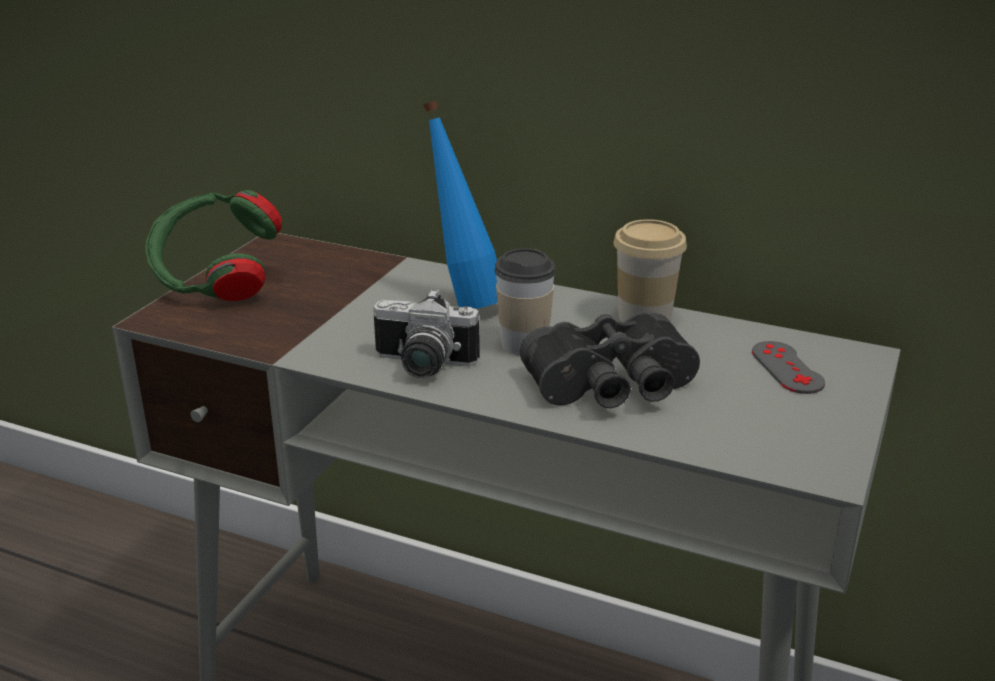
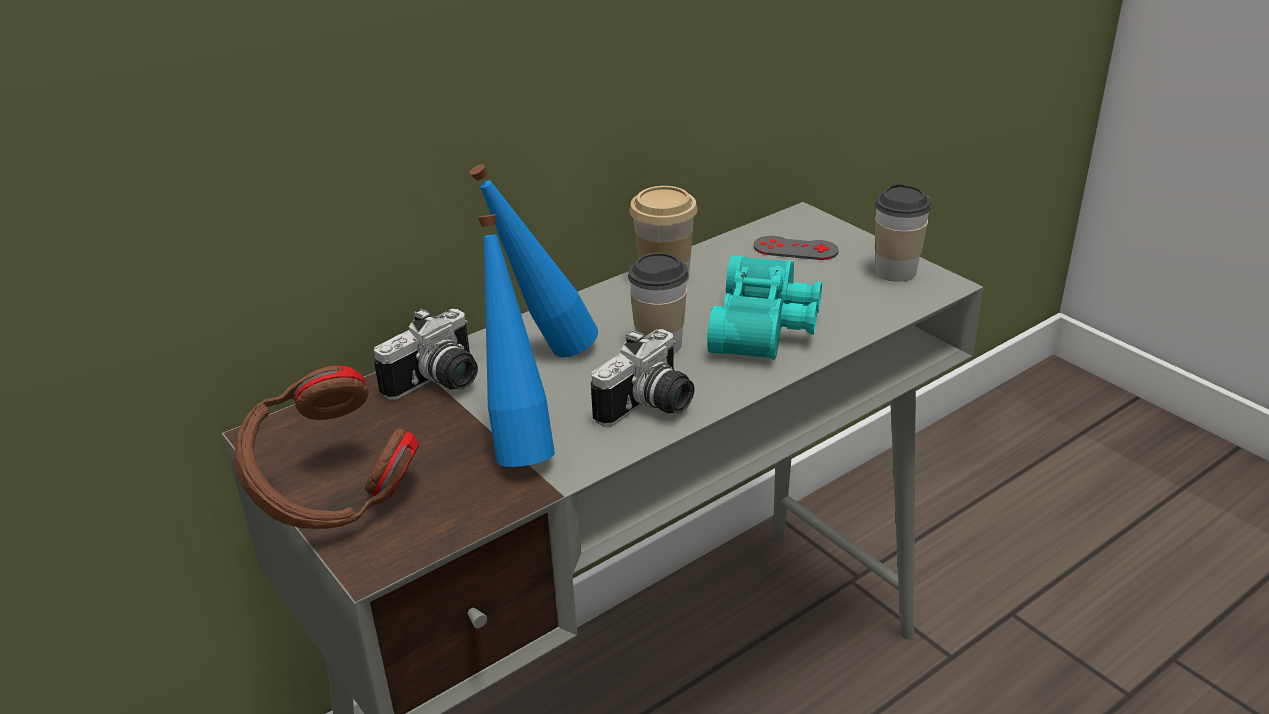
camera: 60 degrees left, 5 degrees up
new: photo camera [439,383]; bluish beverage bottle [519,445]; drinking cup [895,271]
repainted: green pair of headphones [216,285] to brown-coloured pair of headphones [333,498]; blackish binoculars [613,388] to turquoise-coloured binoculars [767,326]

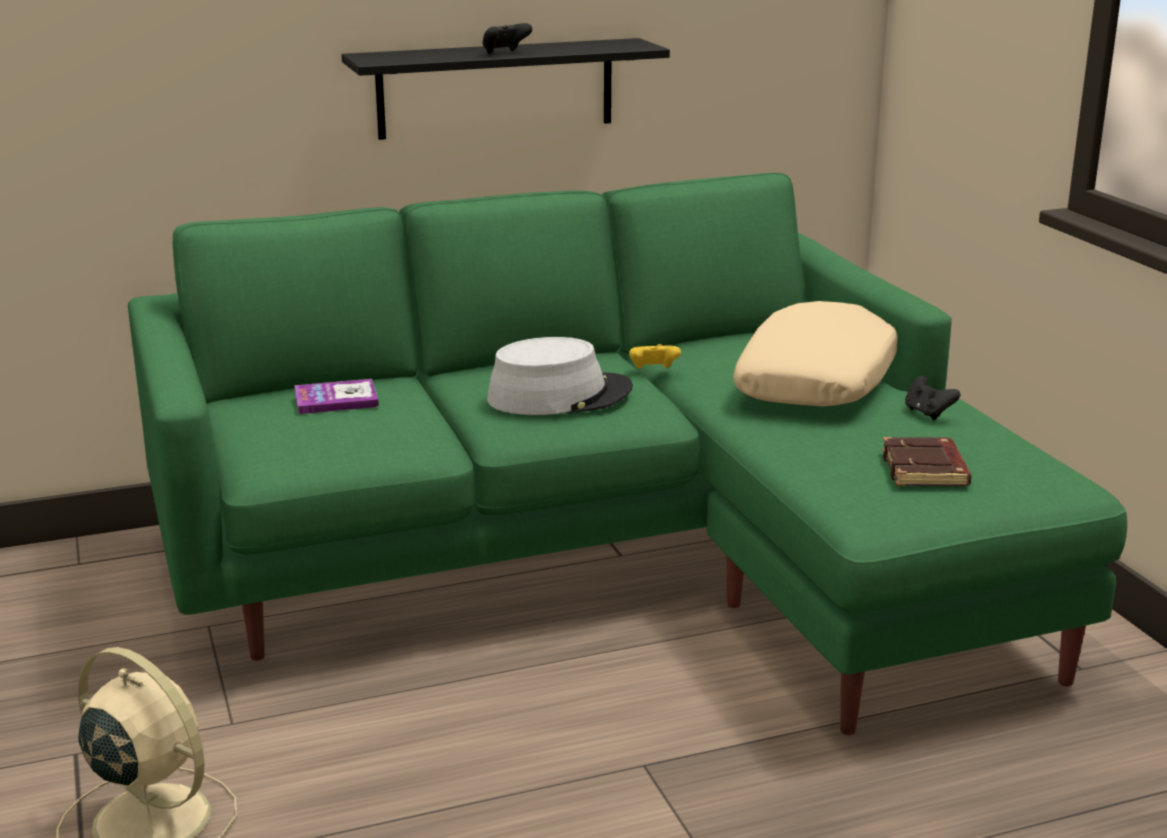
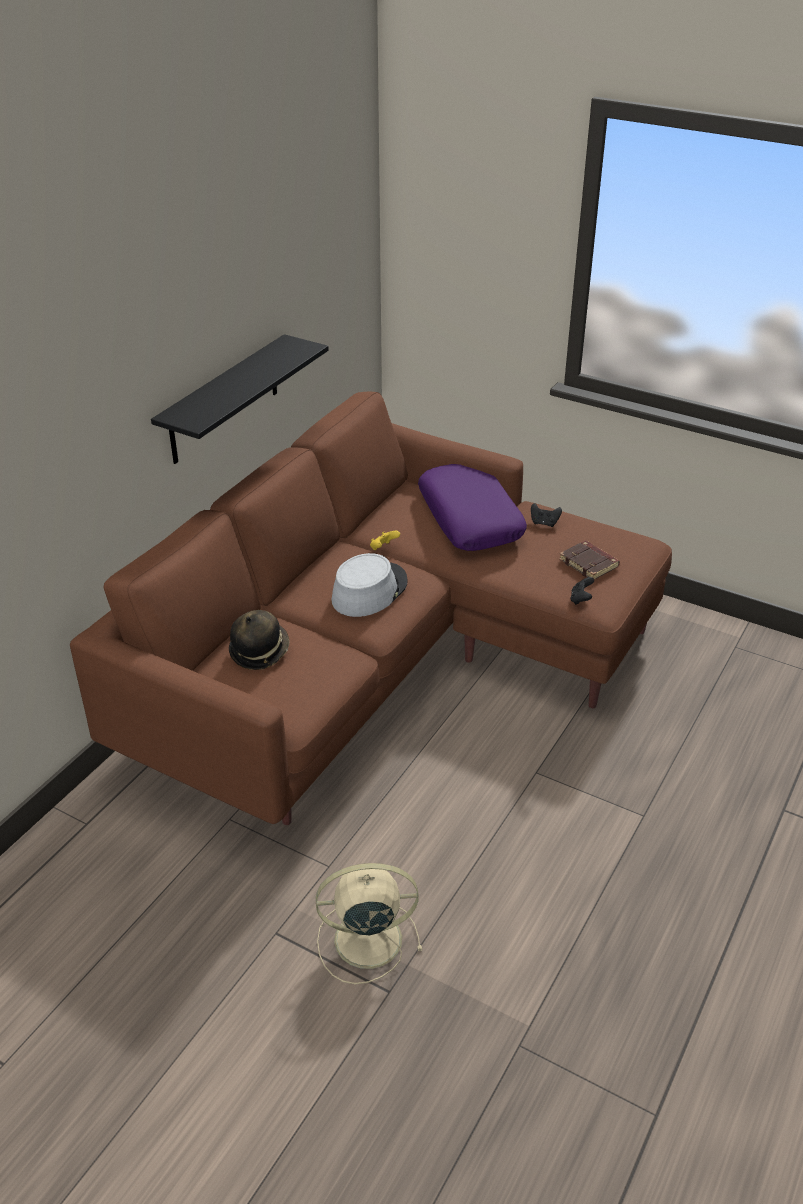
camera: 40 degrees left, 15 degrees up
shifted: blackish game controller [504,53] to [581,599]
swapped: volume [336,399] to wearable hat [259,651]
repainted: green settee [609,564] to brown-coloured settee [381,665]; beige-coloured cushion [822,378] to purple cushion [471,518]

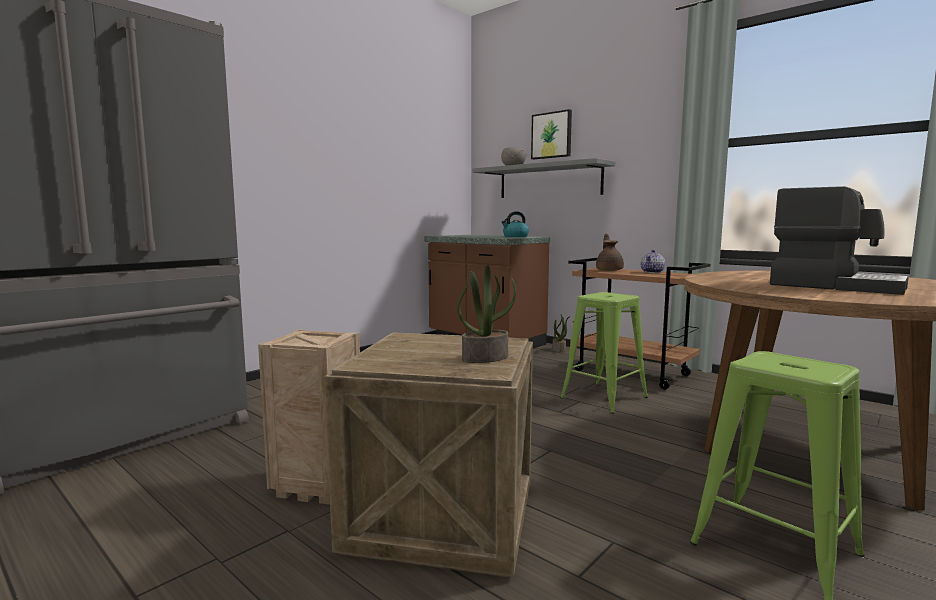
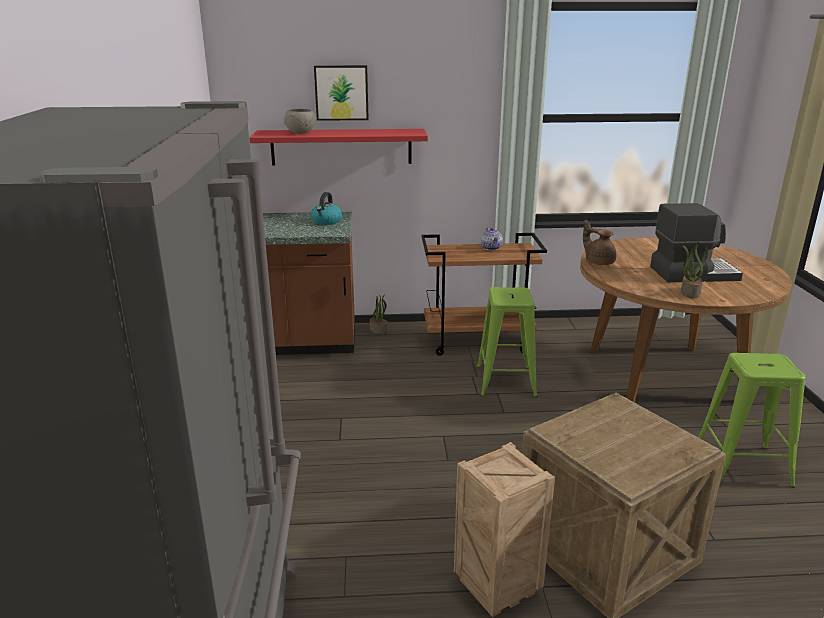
camera: 45 degrees left, 15 degrees up
shifted: plant in a pot [485,357] to [689,292]; brown-coloured tea pot [609,270] to [598,262]
repainted: greyish wall shelf [549,181] to red-coloured wall shelf [341,147]

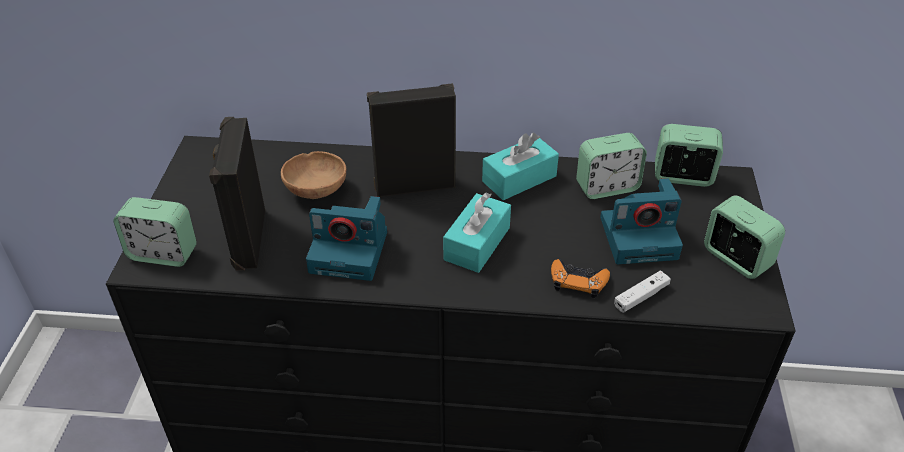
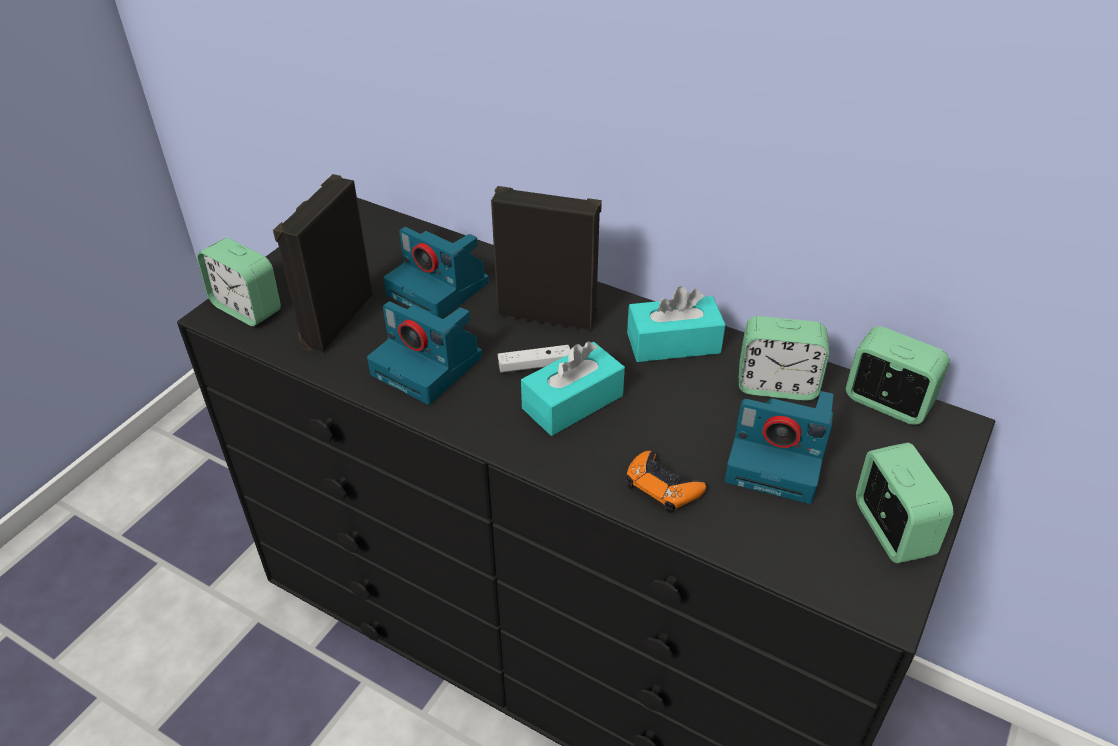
camera: 25 degrees right, 0 degrees up
shifted: whitish game controller [641,296] to [535,365]
swapped: brown-coloured bowl [317,190] to photo camera [440,289]

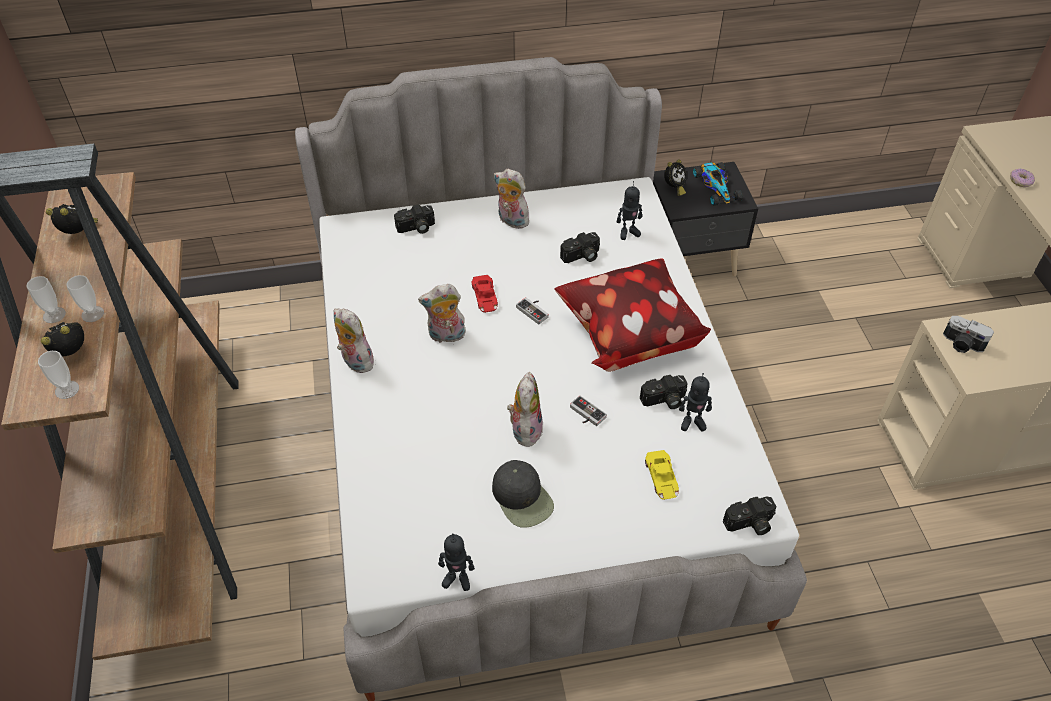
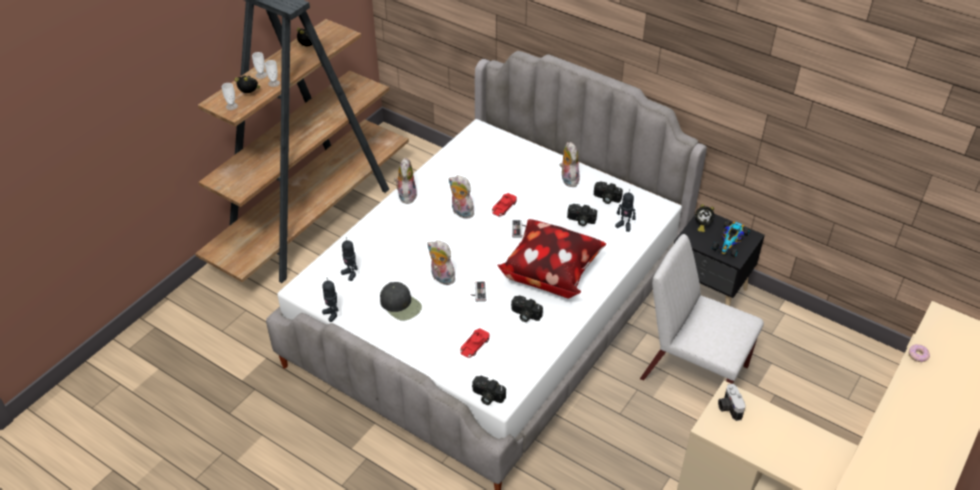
camera: 45 degrees right, 5 degrees down
new: whitish upright chair [692,372]
shifted: photo camera [416,228] to [606,198]; model robot [692,422] to [350,274]
repainted: yellowish toy car [661,478] to red-coloured toy car [474,346]
rotated: blackish peaked cap [522,498] = [401,305] 60 degrees counterclockwise; plush toy [525,429] = [441,278] 105 degrees counterclockwise

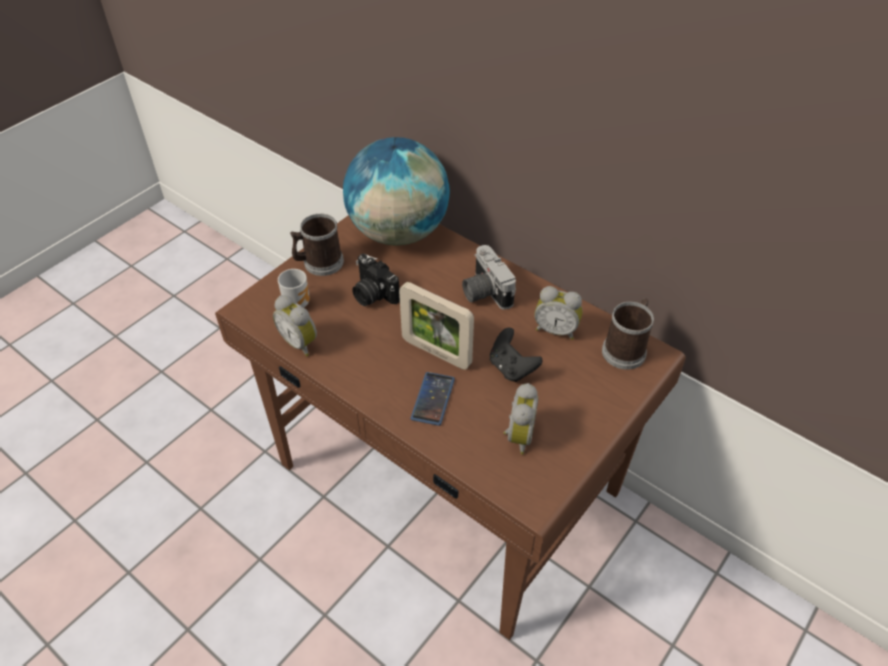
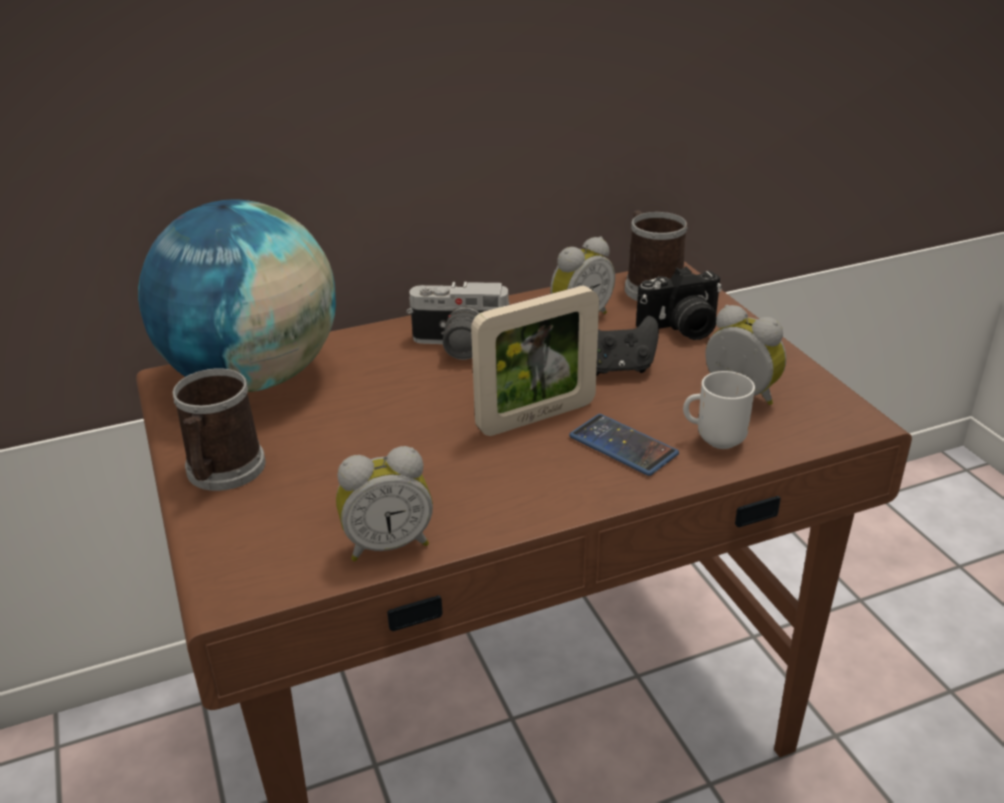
camera: 60 degrees left, 15 degrees down
shifted: tea mug [298,303] to [717,439]; photo camera [372,294] to [682,328]

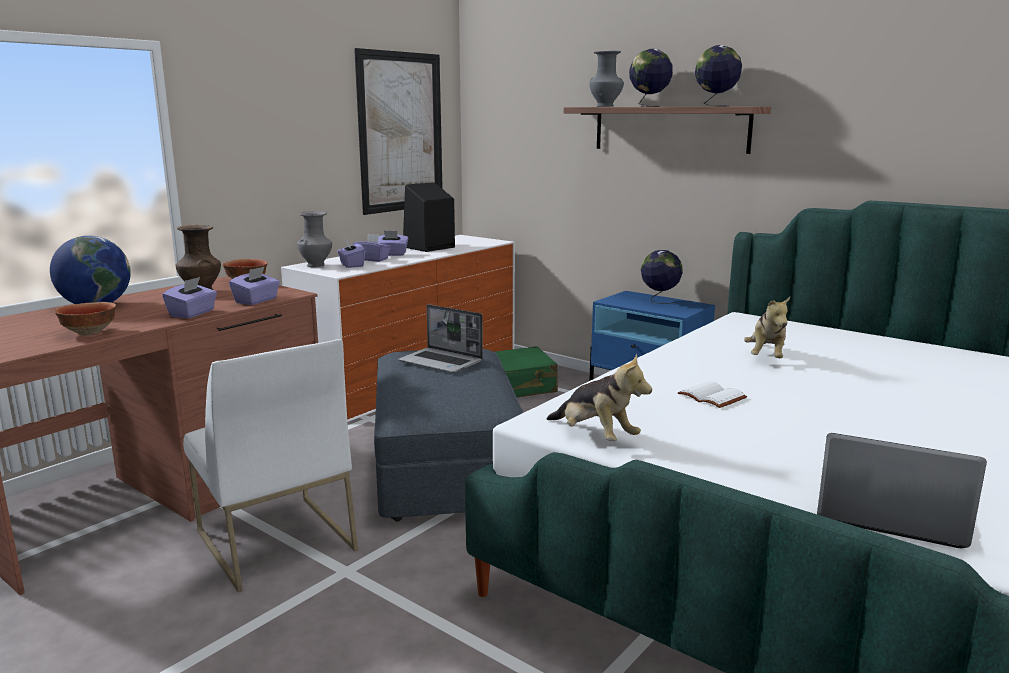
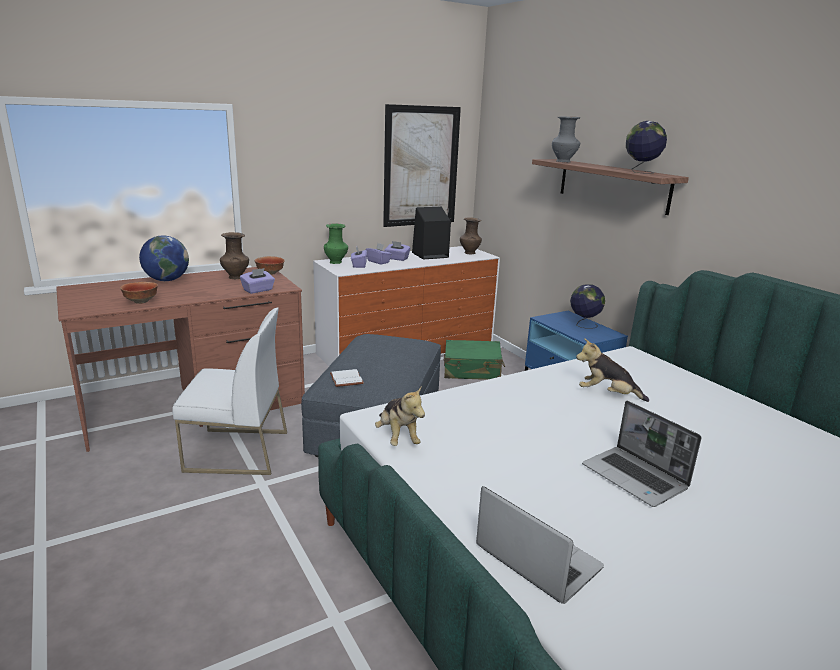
camera: 20 degrees right, 5 degrees up
gone: purple tissue holder [192,313]; desk globe [649,106]
new: brown-coloured vase [469,253]
shifted: portable computer [442,362] to [635,477]; whitish volume [710,397] to [345,379]
repainted: greyish vase [316,265] to green vase [336,262]
rotated: whitish upright chair [274,540] = [236,451] 75 degrees counterclockwise; plush toy [766,357] = [607,395] 75 degrees clockwise

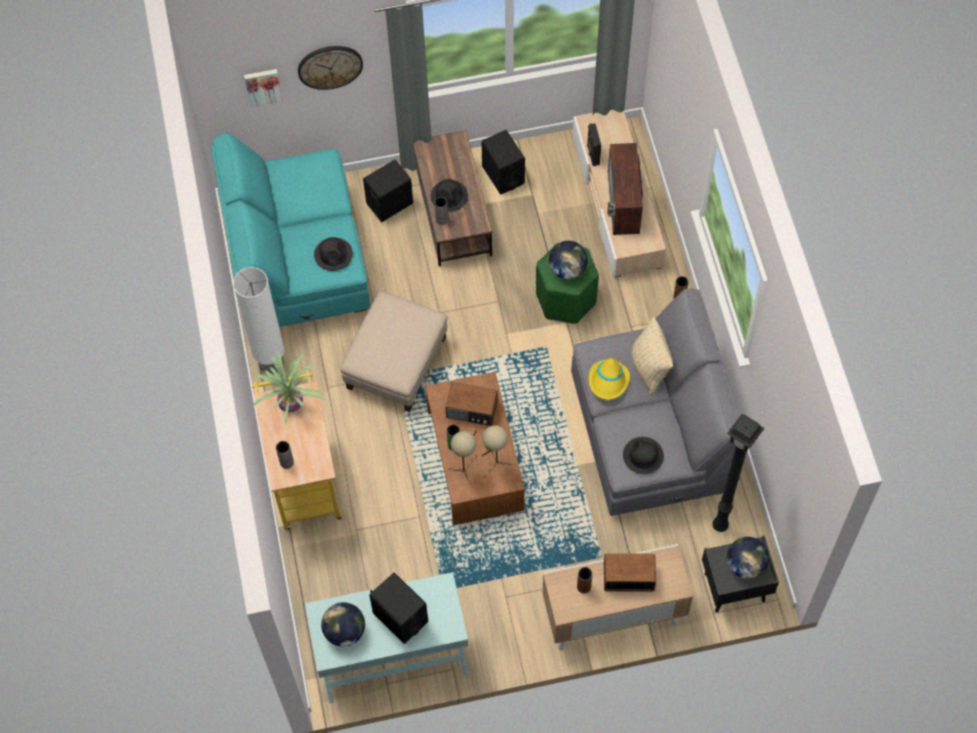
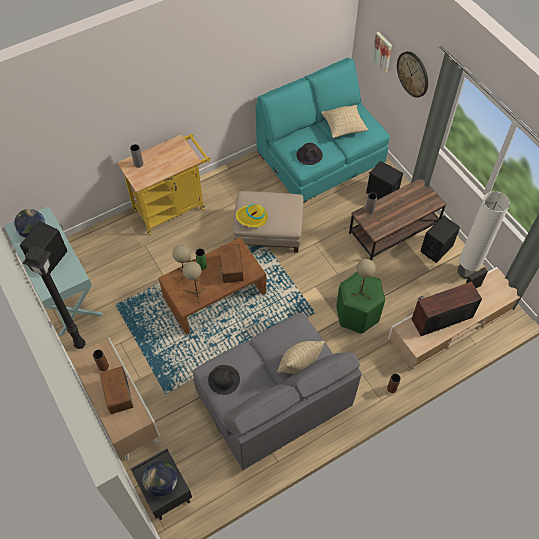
camera: 70 degrees right, 5 degrees down
gone: plant in a pot [292,403]; blackish wearable hat [449,196]
new: beige-coloured cushion [343,128]
shifted: whitish floor lamp [271,362] to [466,271]; yellowish wearable hat [608,381] to [252,217]; blackish floor lamp [720,527] to [79,345]
swapped: desk globe [567,269] to beige-coloured tabletop lamp [361,291]

